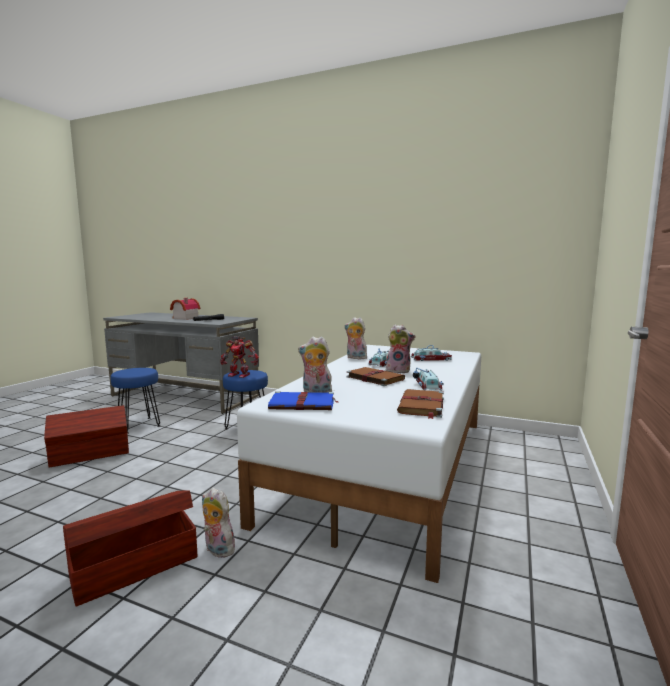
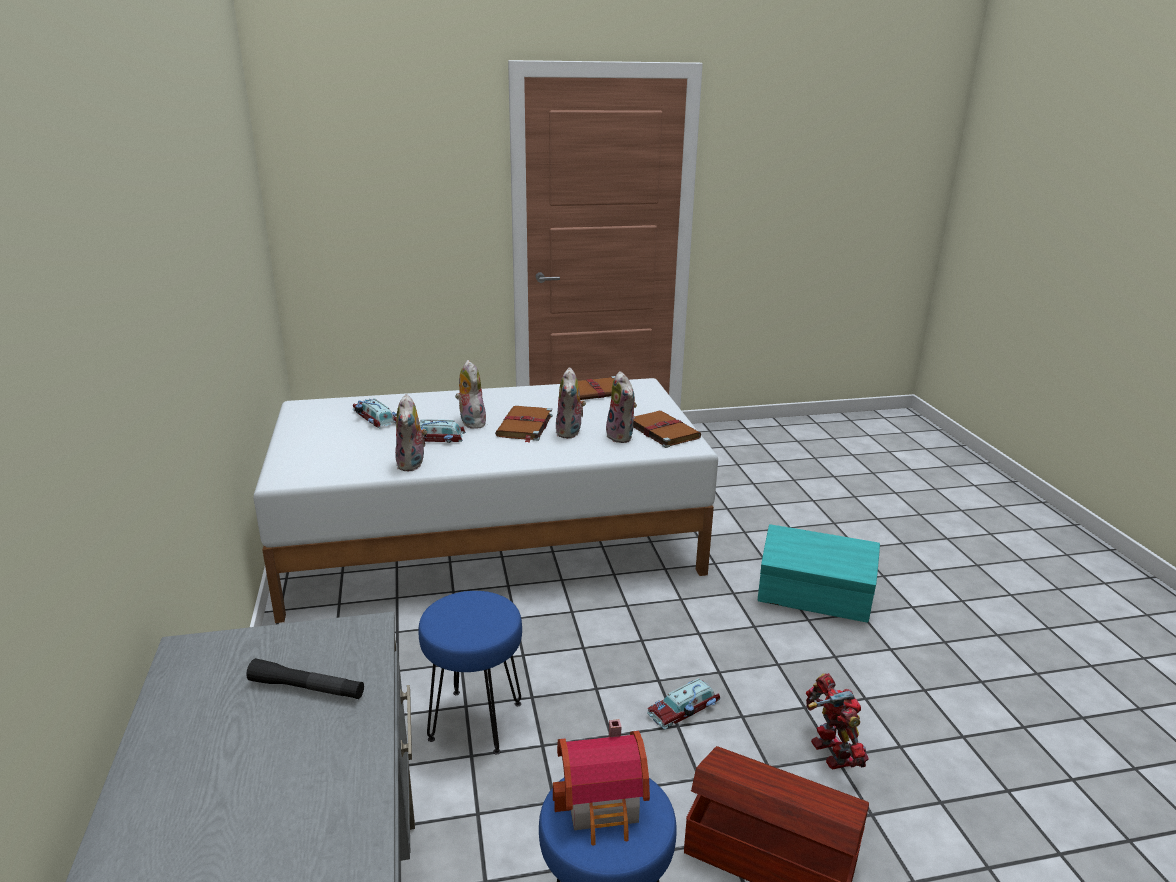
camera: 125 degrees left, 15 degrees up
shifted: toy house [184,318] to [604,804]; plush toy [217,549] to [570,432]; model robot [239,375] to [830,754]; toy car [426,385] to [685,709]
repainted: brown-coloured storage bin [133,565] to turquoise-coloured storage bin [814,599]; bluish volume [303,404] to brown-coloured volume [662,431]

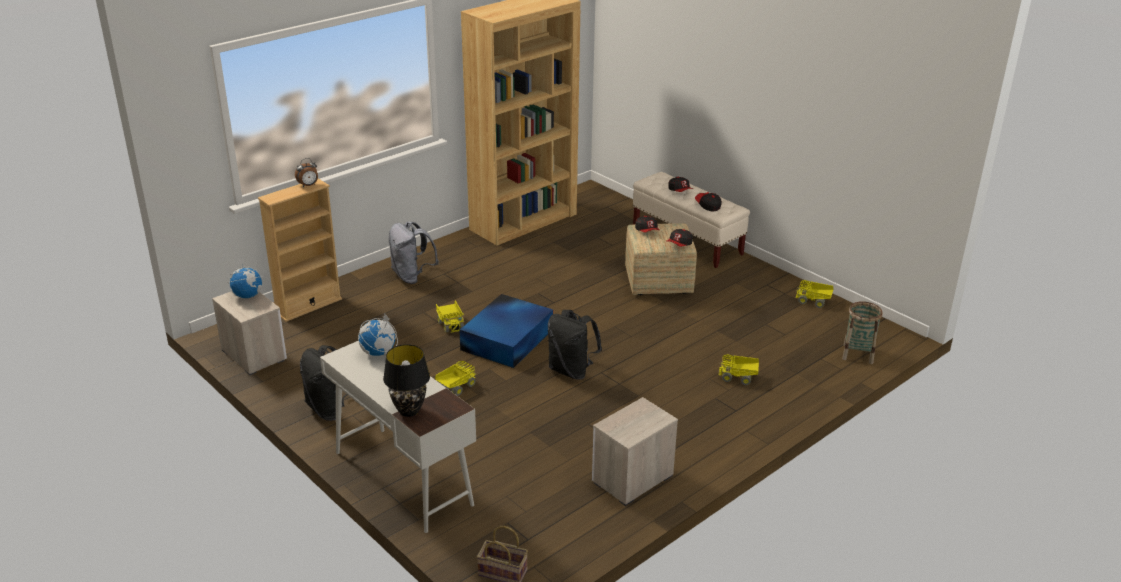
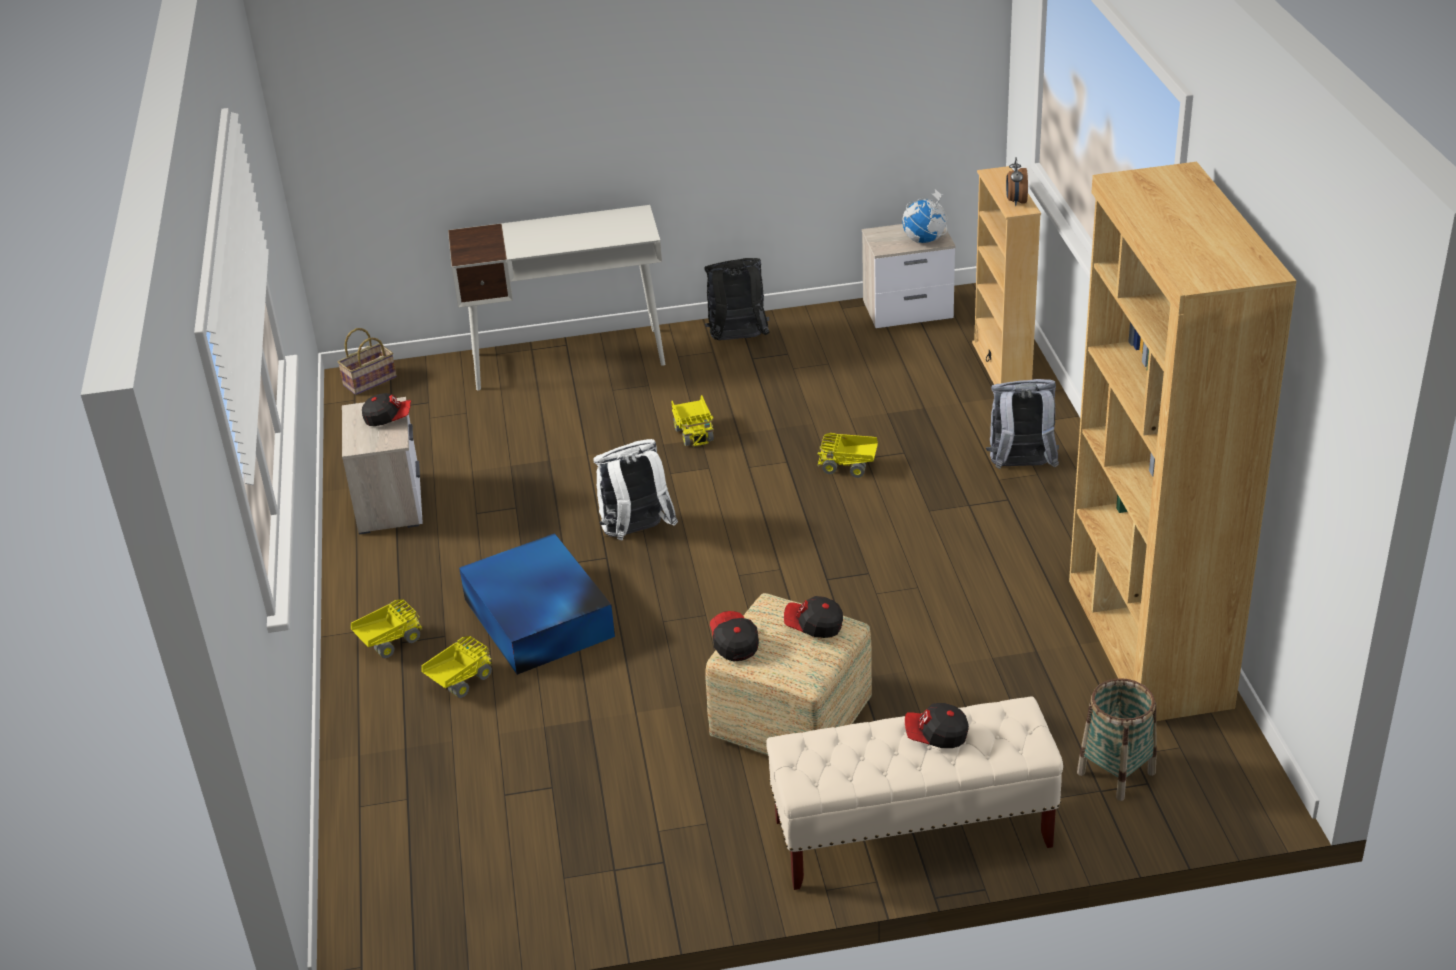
camera: 125 degrees right, 5 degrees up
gone: desk globe [379,353]; blackish tabletop lamp [408,411]
shifted: bluish storage bin [508,339] to [538,619]; peaked cap [708,206] to [388,418]; toy lorry [814,301] to [389,642]; household basket [858,354] to [1115,773]
repainted: blackish knapsack [571,370] to whitish knapsack [636,533]

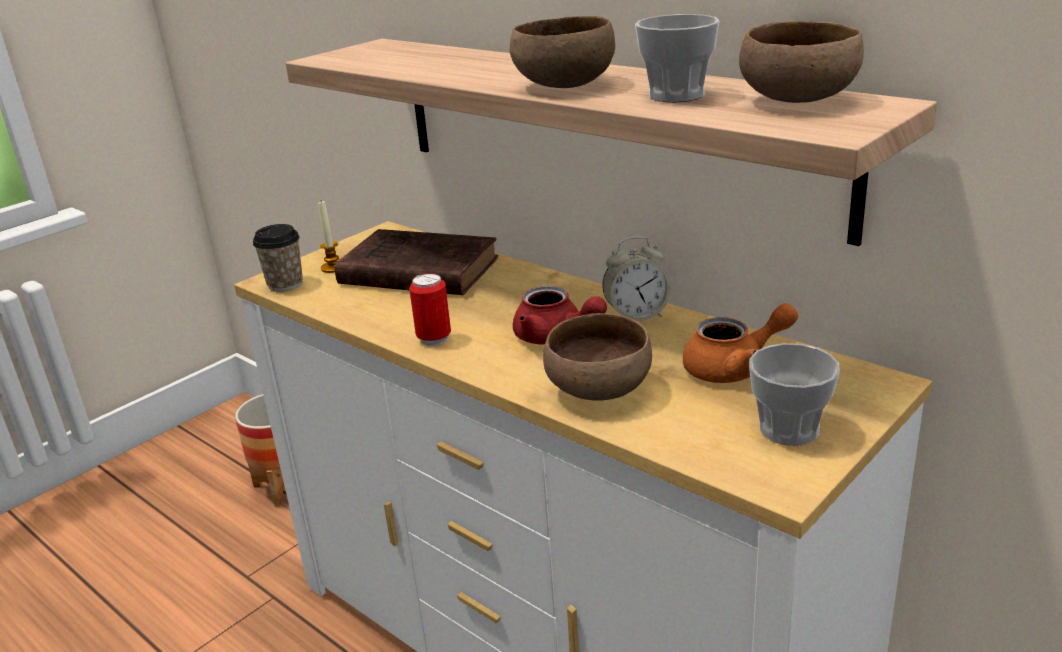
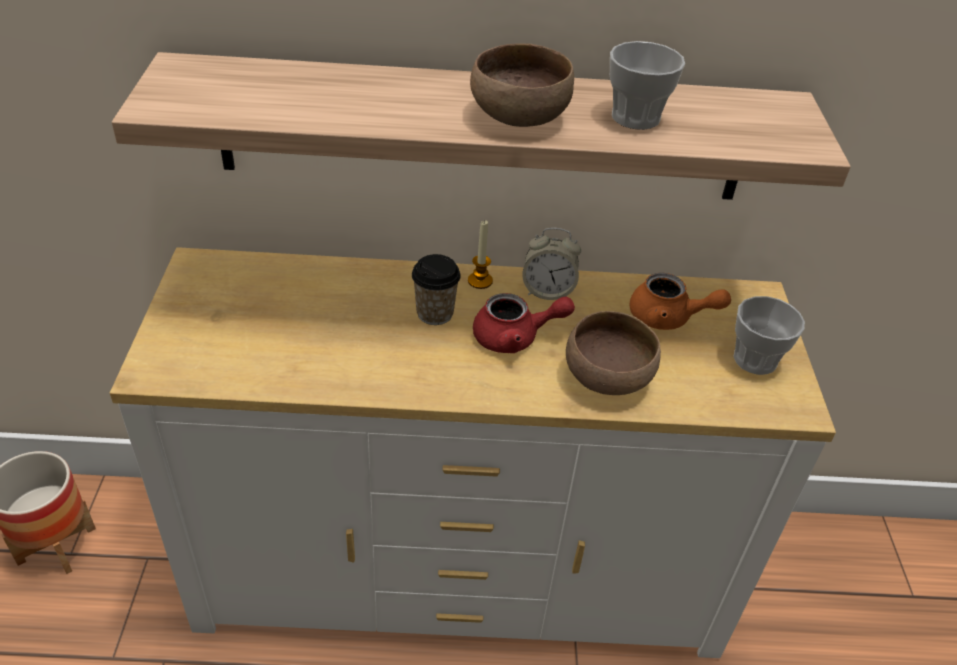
camera: 45 degrees left, 15 degrees up
gone: brown-coloured volume [415,271]; metal can [434,339]; brown-coloured bowl [799,100]
shifted: drinking cup [285,284] to [435,313]; wax light [333,268] to [480,281]
rotated: bedside clock [636,316] = [548,291] 60 degrees clockwise; orange tea pot [734,368] = [668,318] 75 degrees clockwise

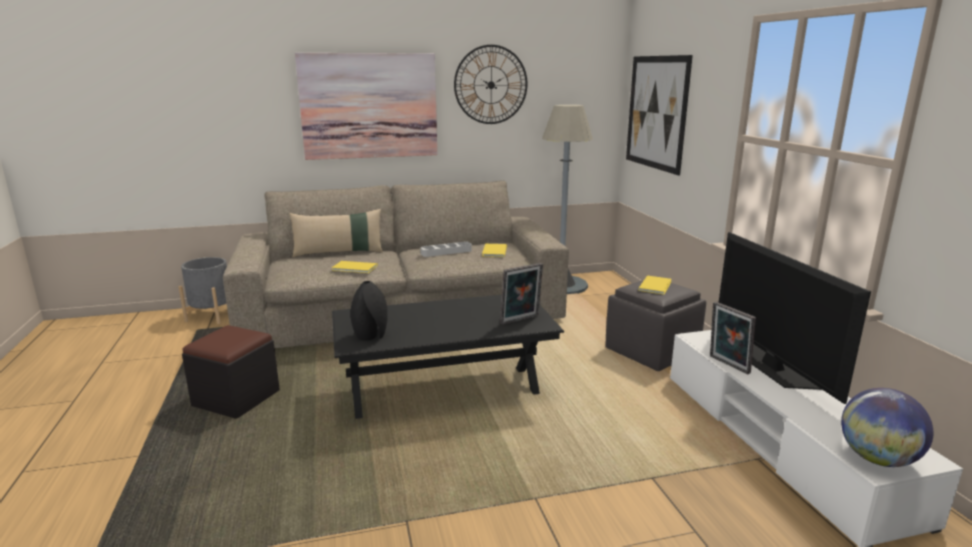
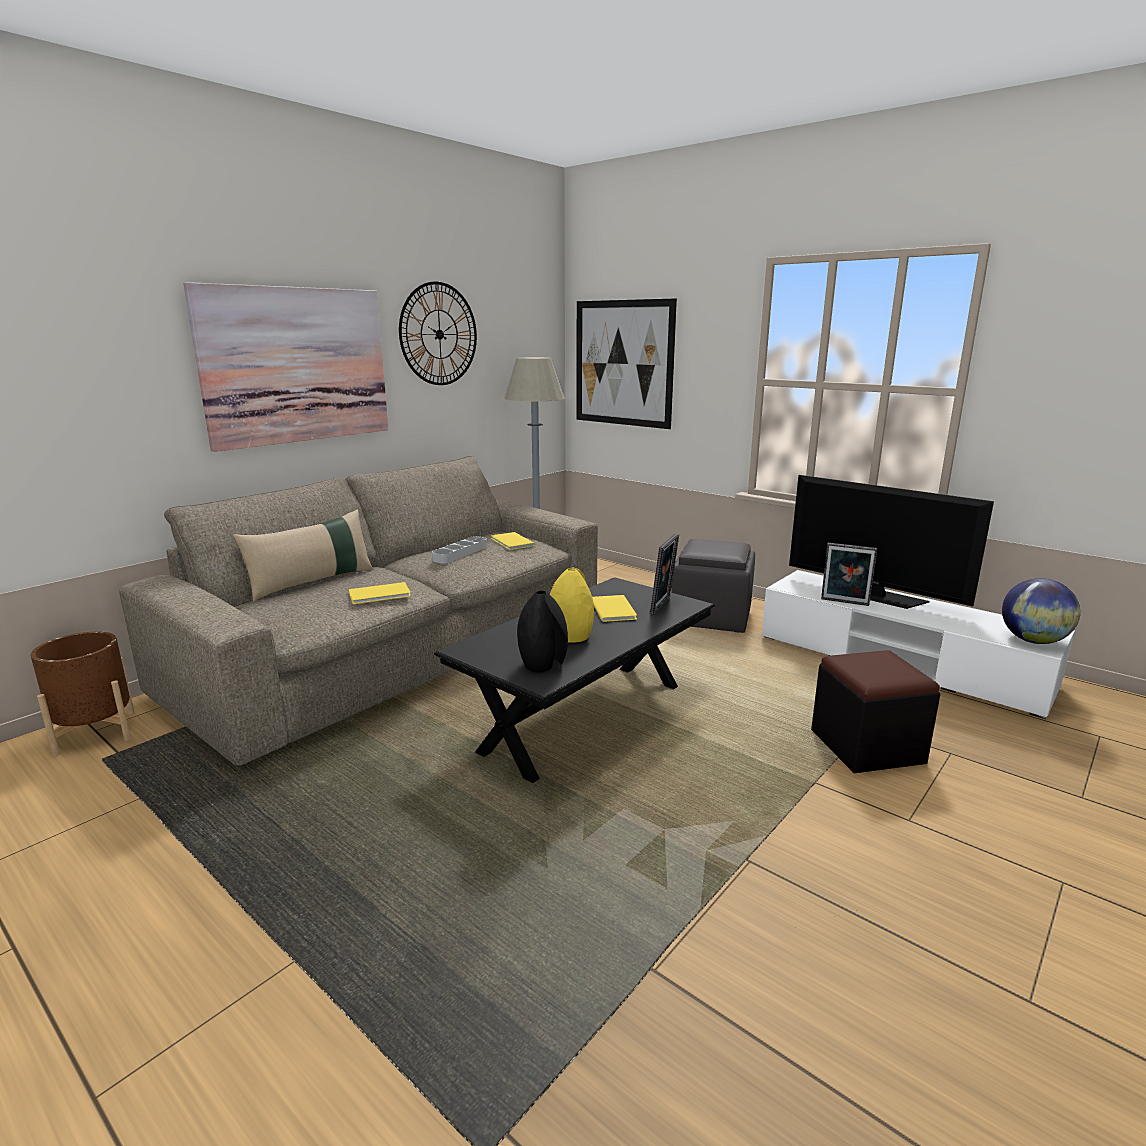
camera: 35 degrees left, 0 degrees up
new: yellowish vase [570,636]
shifted: blackish pouffe [236,398] to [866,746]; yellowish volume [656,285] to [614,609]
repainted: greyish plant pot [212,315] to brown-coloured plant pot [96,732]

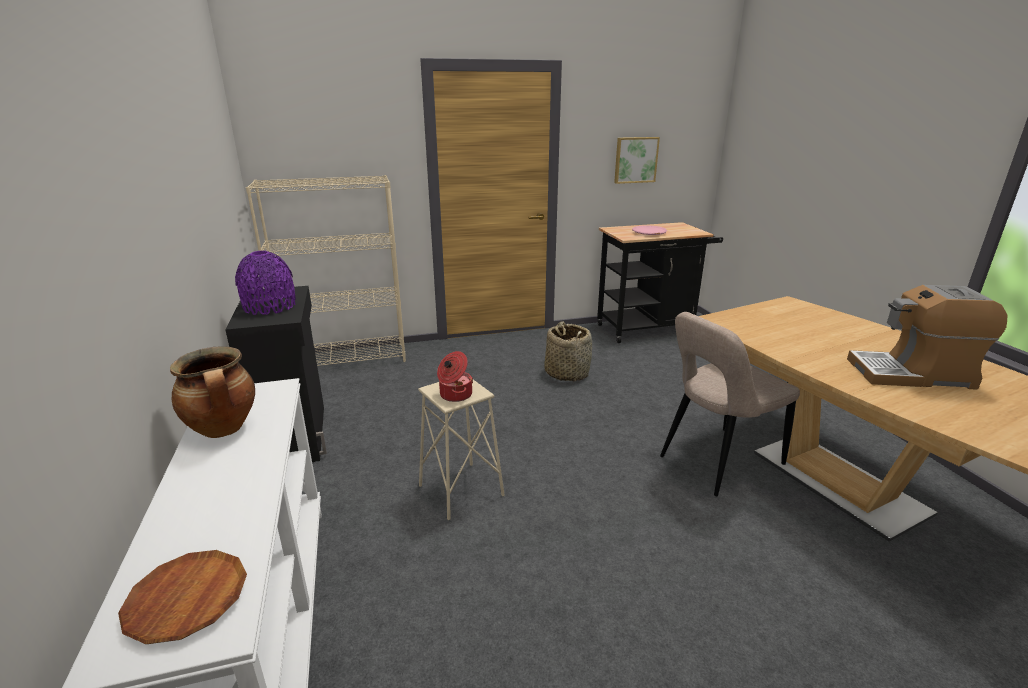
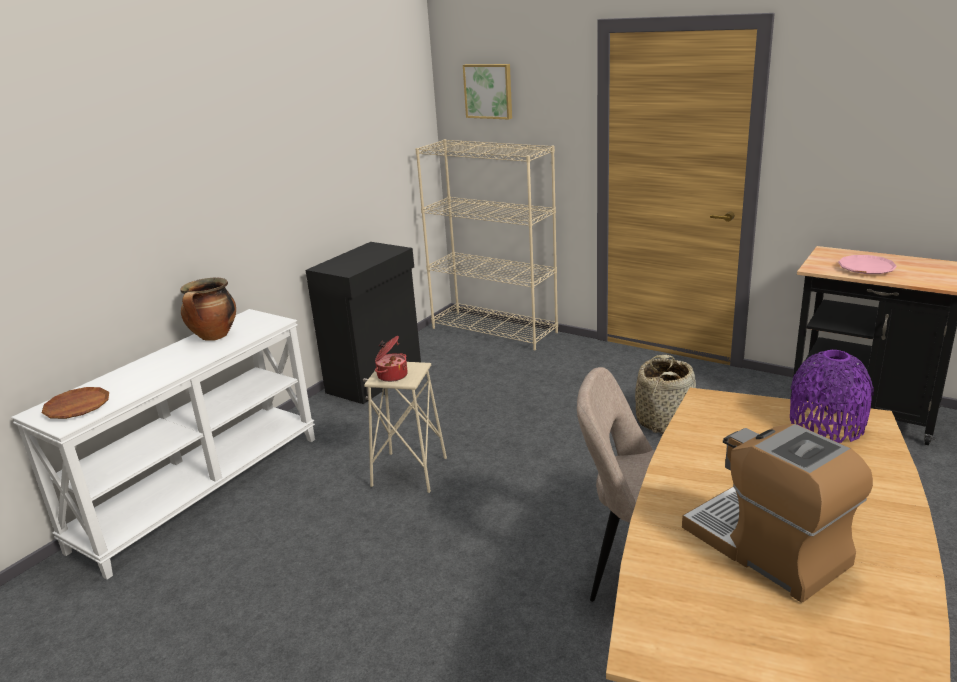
camera: 50 degrees right, 0 degrees up
shifted: purple vase [269,306] to [826,425]; wall art [635,160] to [489,91]

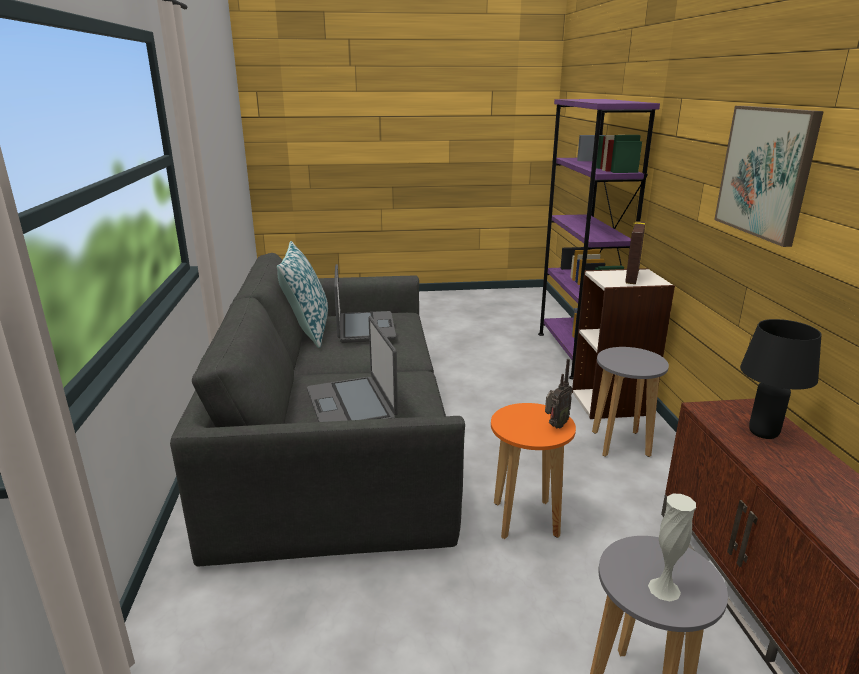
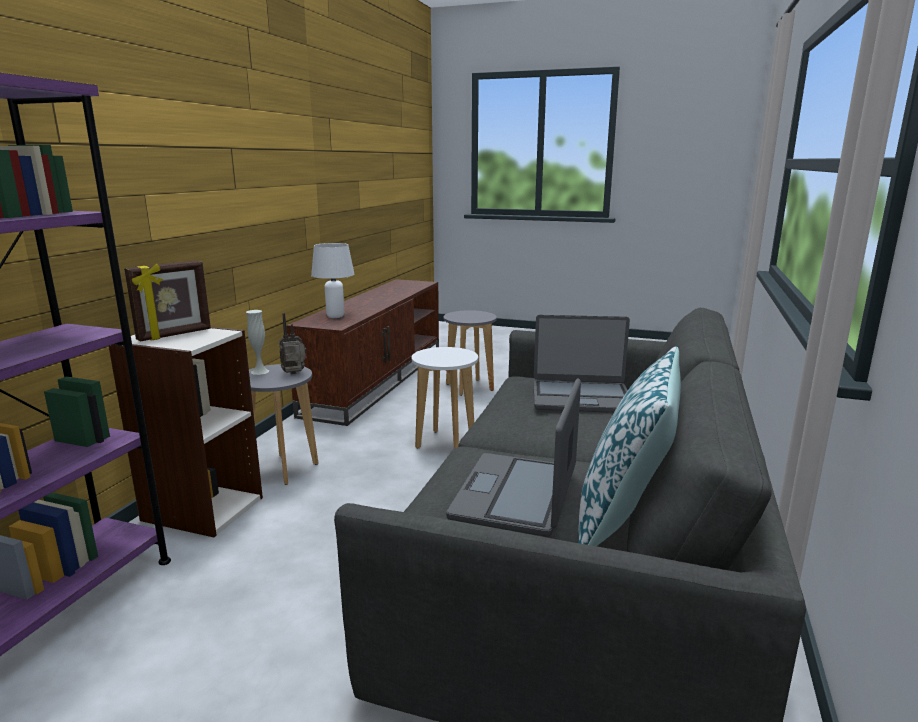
camera: 155 degrees left, 5 degrees down
gone: wall art [766,172]
shifted: radio [555,426] to [295,374]; whitish vase [664,589] to [260,371]
repainted: orange stool seat [525,520] to whitish stool seat [445,442]; blackish tabletop lamp [764,433] to whitish tabletop lamp [335,316]
rotated: portable computer [352,405] = [581,398] 90 degrees clockwise

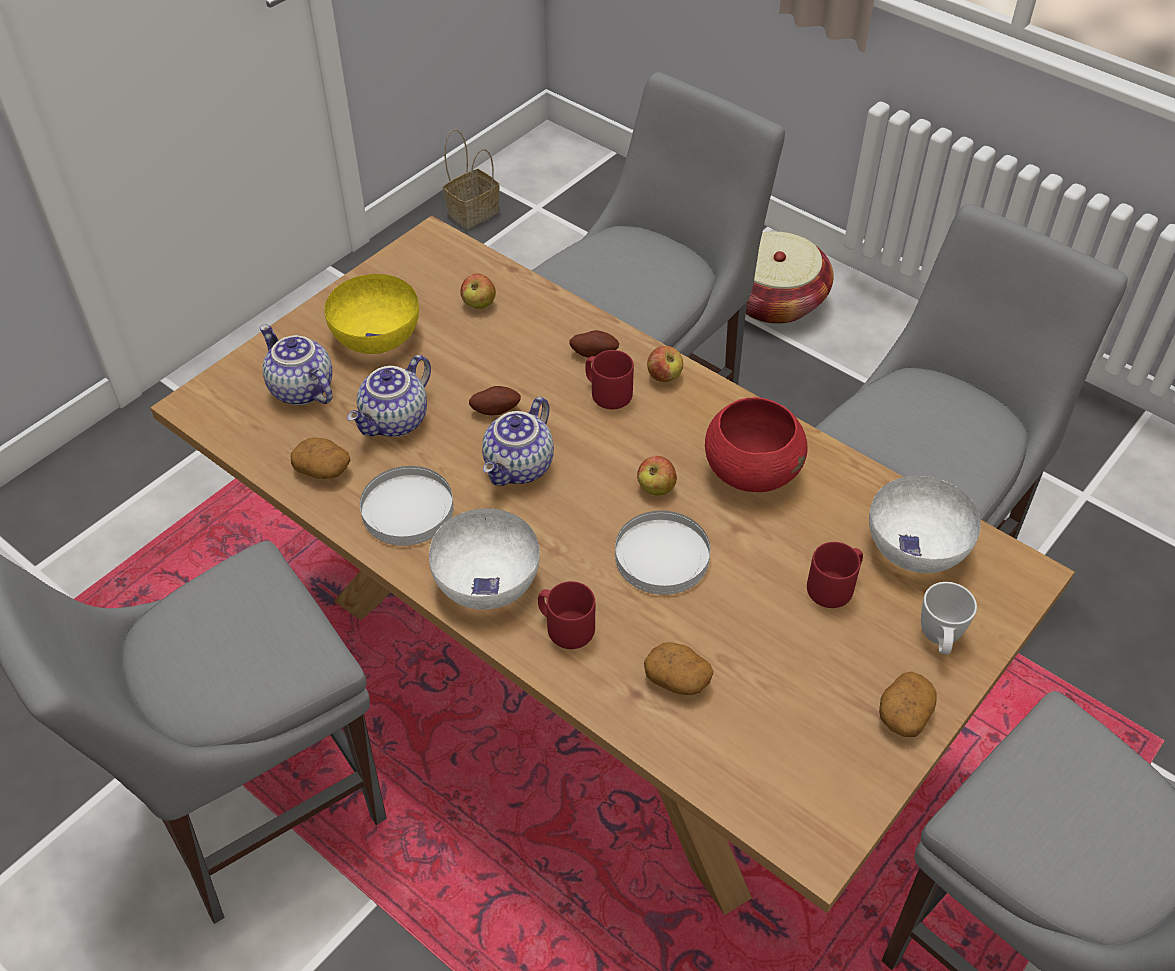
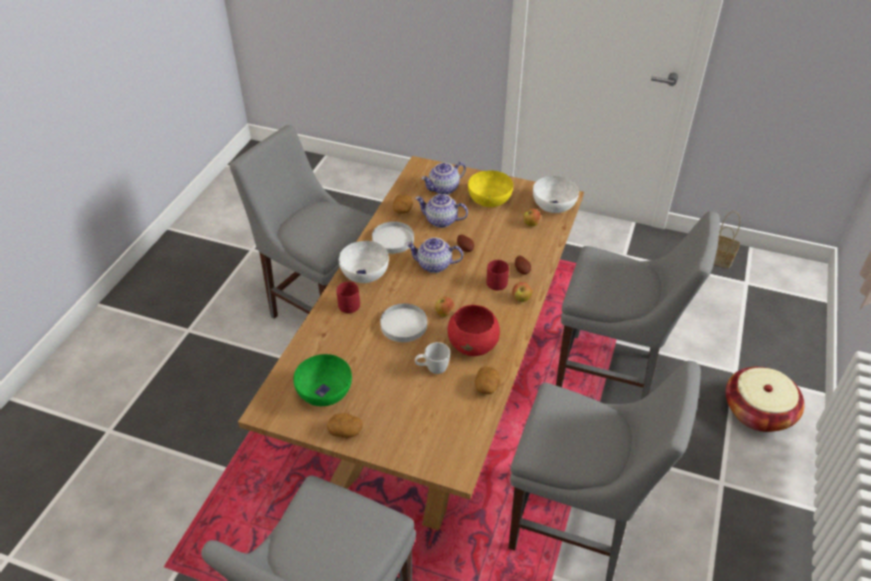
camera: 70 degrees right, 5 degrees down
gone: red-coloured tea mug [834,587]
new: green bowl [324,393]
shifted: whole potato [678,679] to [487,386]; whitish bowl [916,548] to [553,206]; whitish tea mug [939,641] to [432,369]
rotated: tea pot [300,390] = [444,189] 150 degrees counterclockwise

